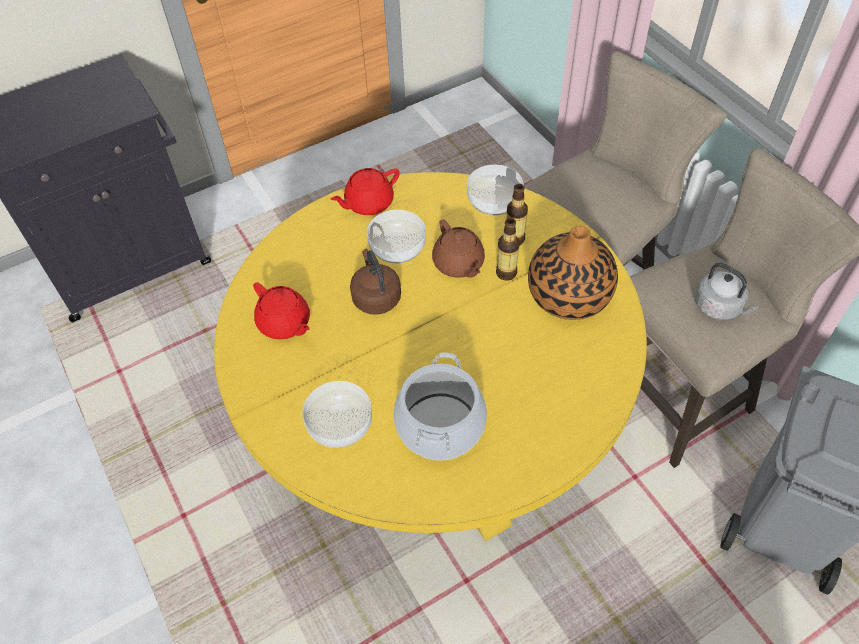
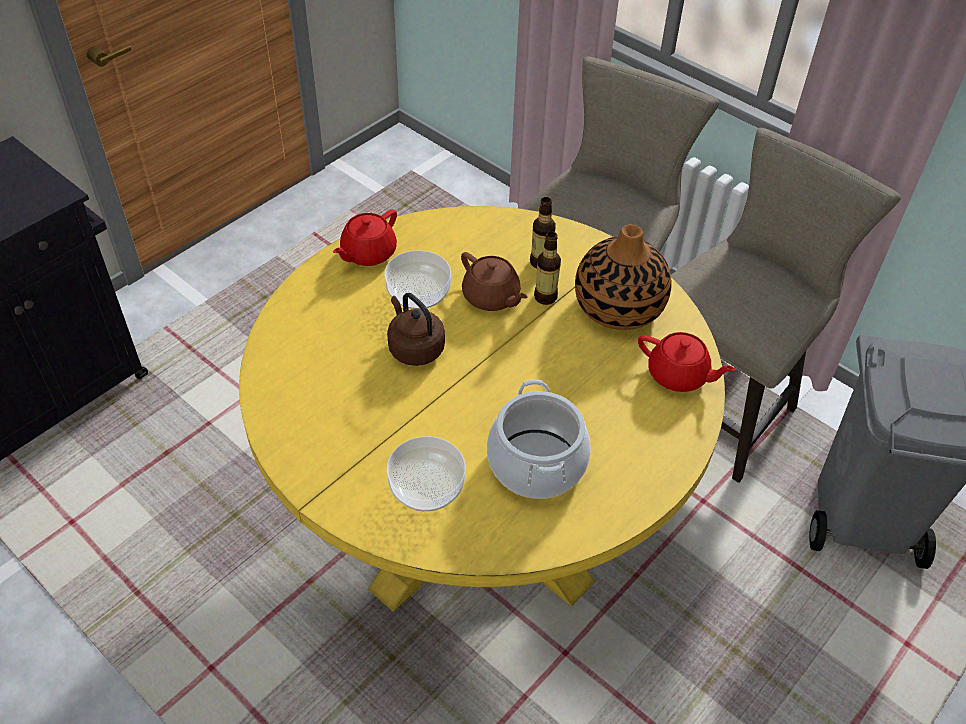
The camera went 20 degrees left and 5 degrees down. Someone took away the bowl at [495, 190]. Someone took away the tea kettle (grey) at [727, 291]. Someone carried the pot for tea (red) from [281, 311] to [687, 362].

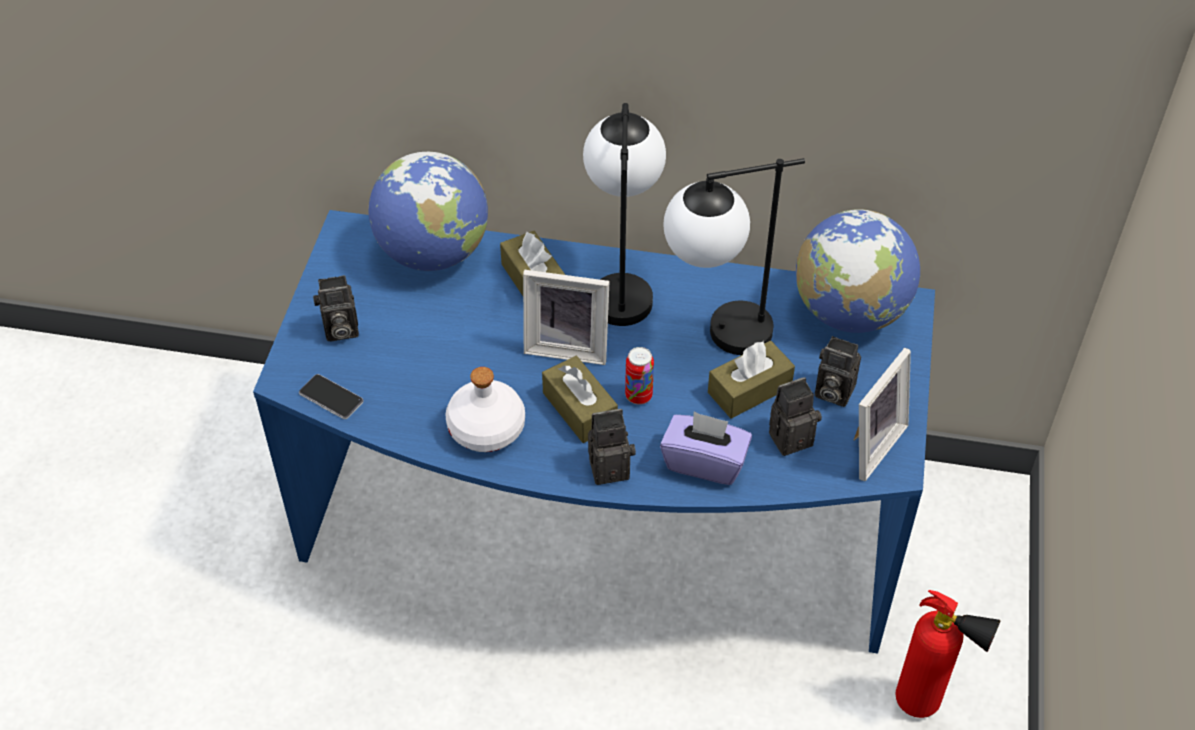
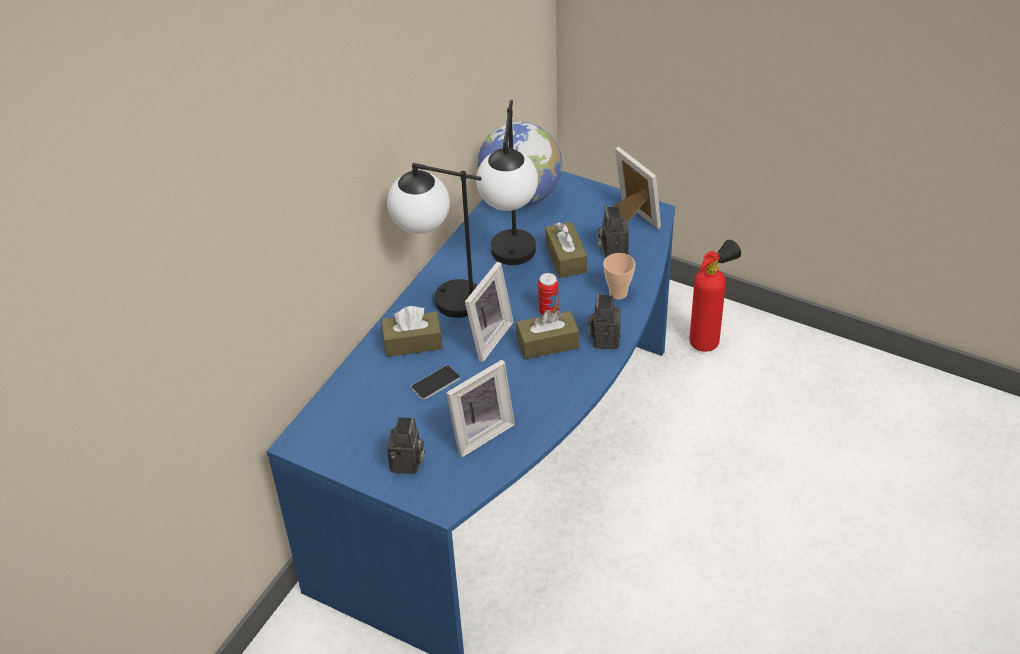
The camera went 70 degrees left and 5 degrees down. Someone took away the globe at [428, 211]. Someone took away the bottle (white) at [485, 409]. Someone took away the photo camera at [838, 371]. Someone put down the standing frame at [480, 408]. Someone carried the phone from [331, 396] to [436, 382]. Someone swapped the tissue holder (purple-coloured) at [706, 448] for the small cup at [619, 276].

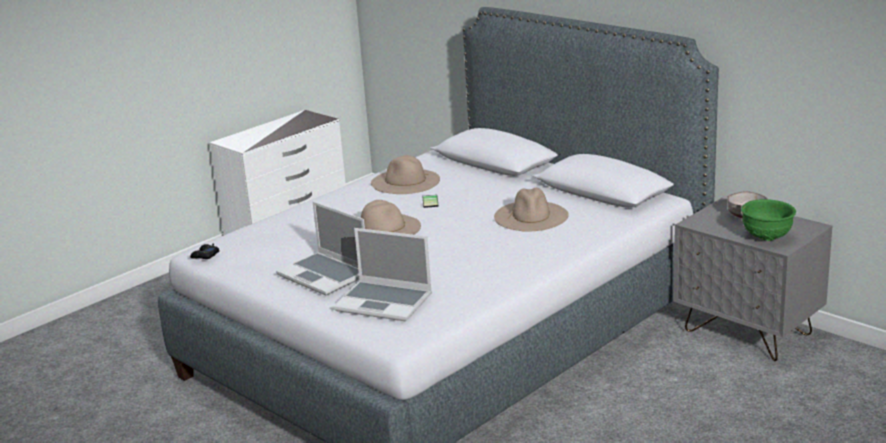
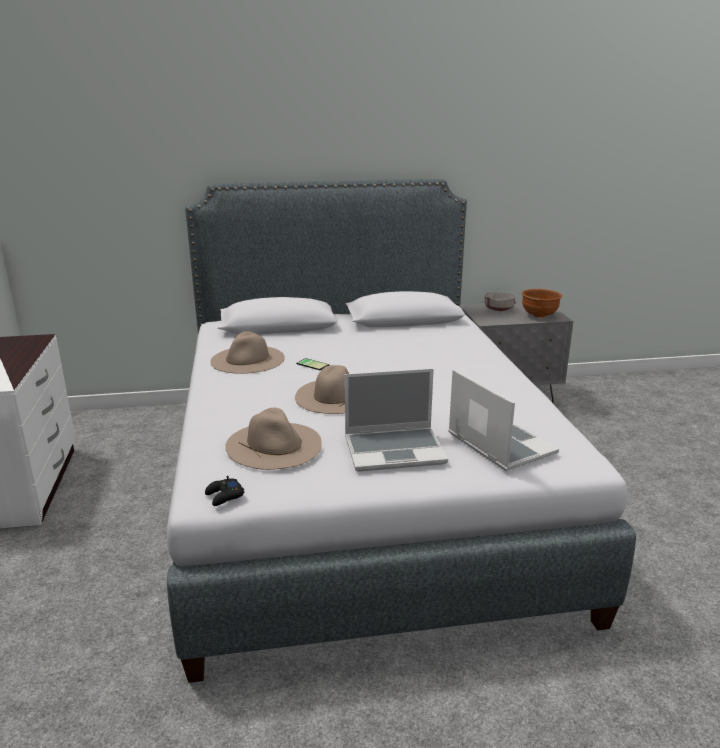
The camera went 55 degrees left and 0 degrees up. Someone carried the clothing hat (sand-coloured) from [531, 210] to [273, 439]. Someone repainted the bowl (greenish) at [768, 220], which became the bowl (brown-coloured) at [542, 303]. Someone rotated the notebook computer at [382, 274] by 90 degrees counterclockwise.

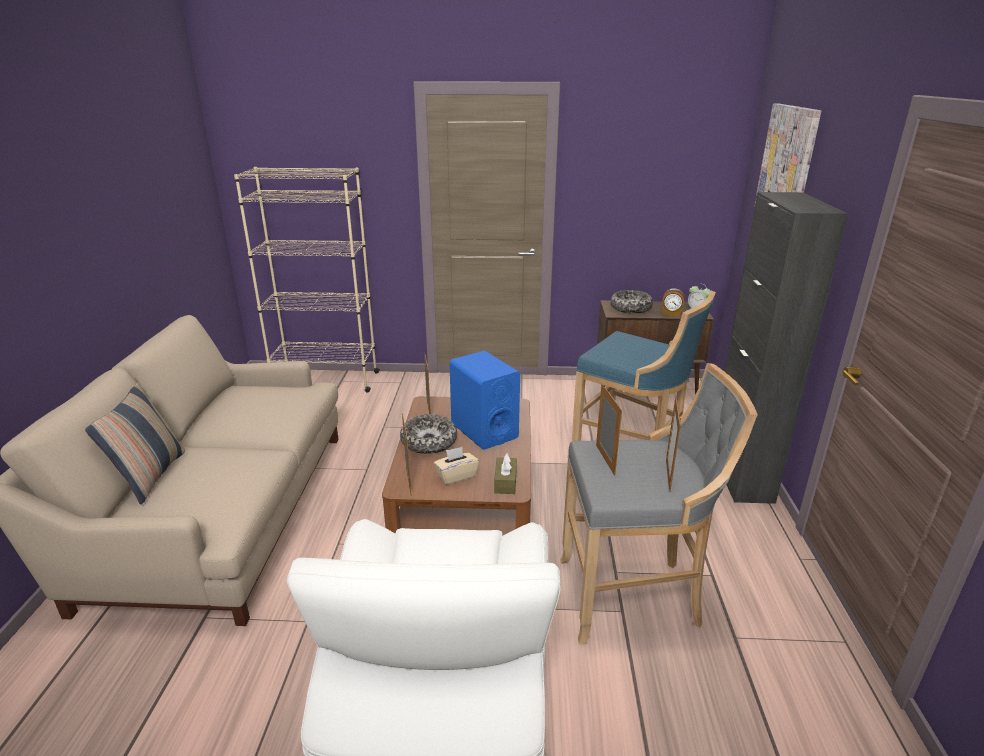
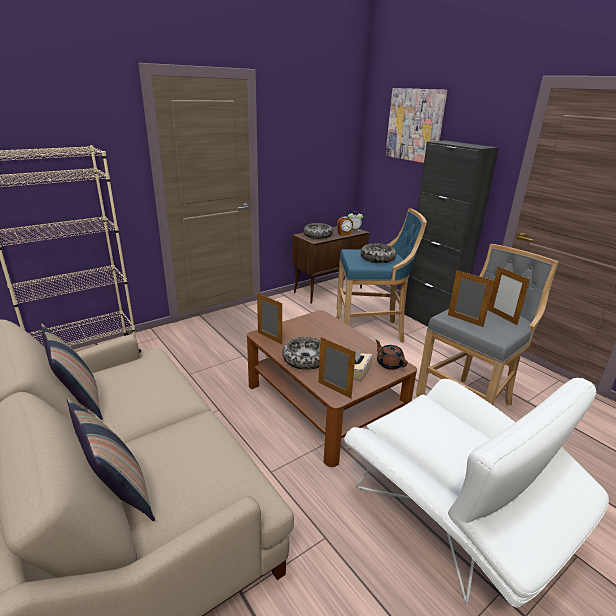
The camera went 40 degrees left and 0 degrees up. Someone took away the speaker (blue-coloured) at [484, 400]. Someone put down the pillow at [72, 372]. Someone put down the bowl at [378, 253]. Someone swapped the tissue holder (brown-coloured) at [505, 473] for the pot for tea (brown-coloured) at [391, 355].

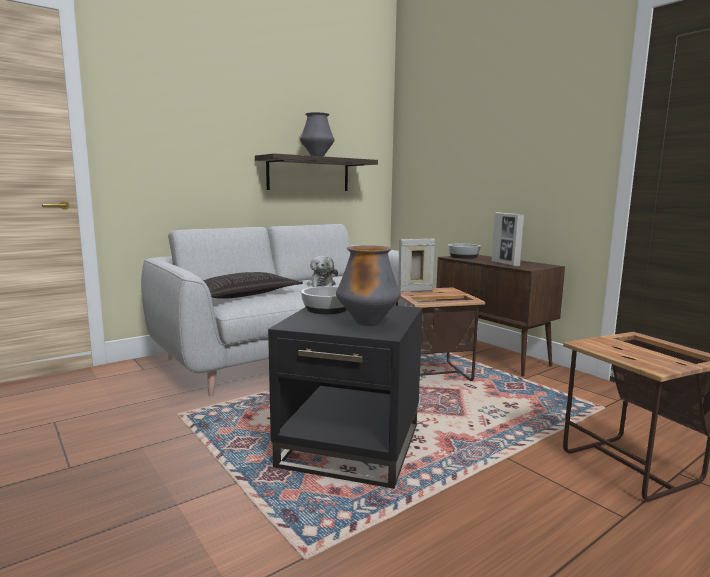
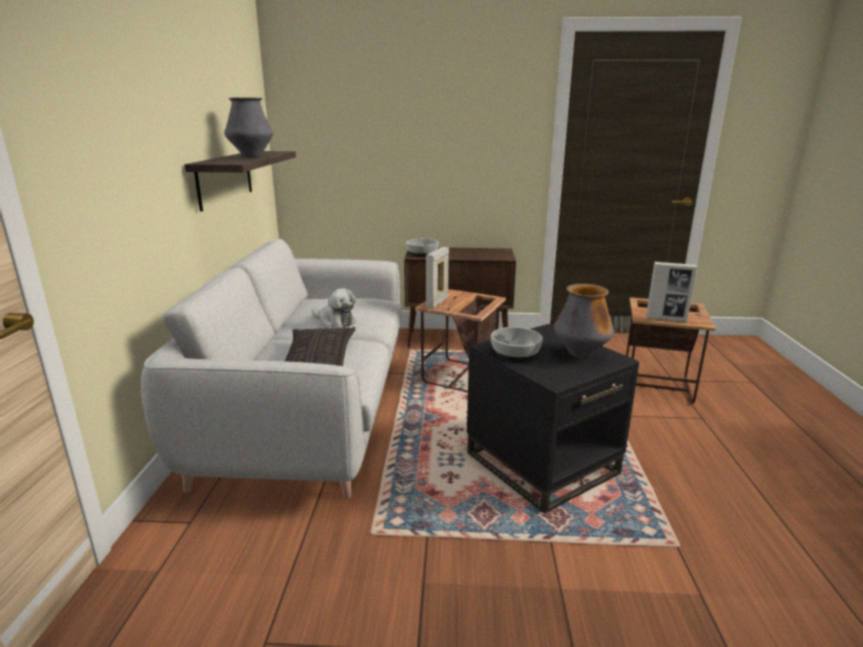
The camera went 50 degrees left and 10 degrees up. Someone carried the standing frame from [508, 239] to [672, 292].

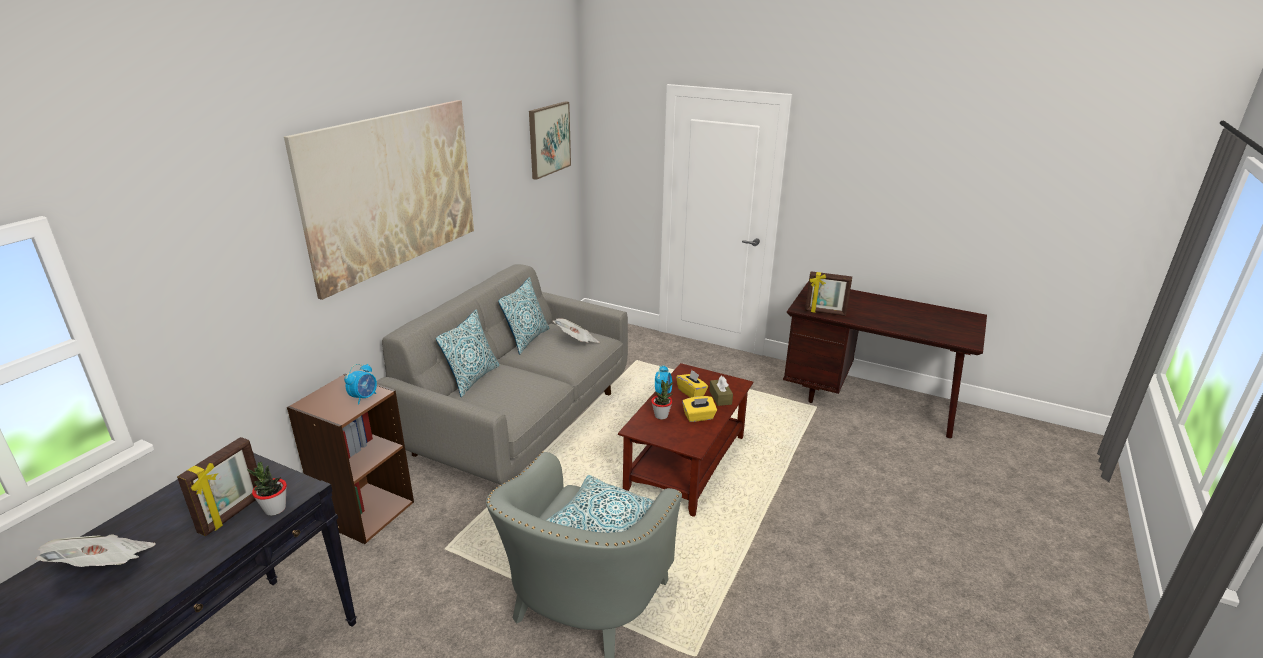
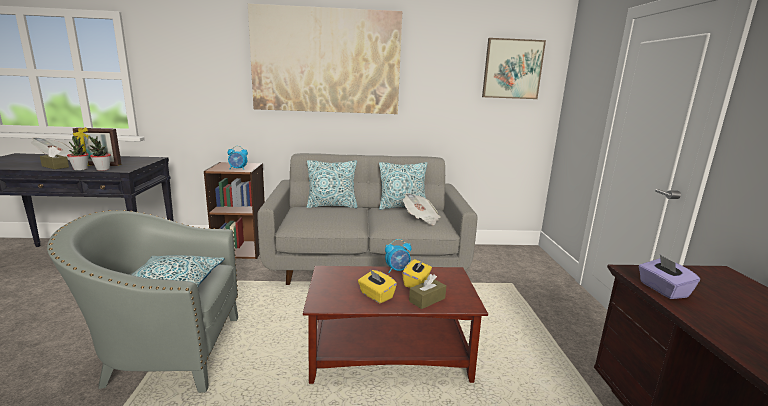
The camera went 60 degrees right and 10 degrees down. Someone put down the tissue holder (brown-coloured) at [54, 158]. Someone carried the plant in a pot from [662, 399] to [78, 153]. Someone swapped the standing frame at [828, 293] for the tissue holder (purple-coloured) at [669, 277].

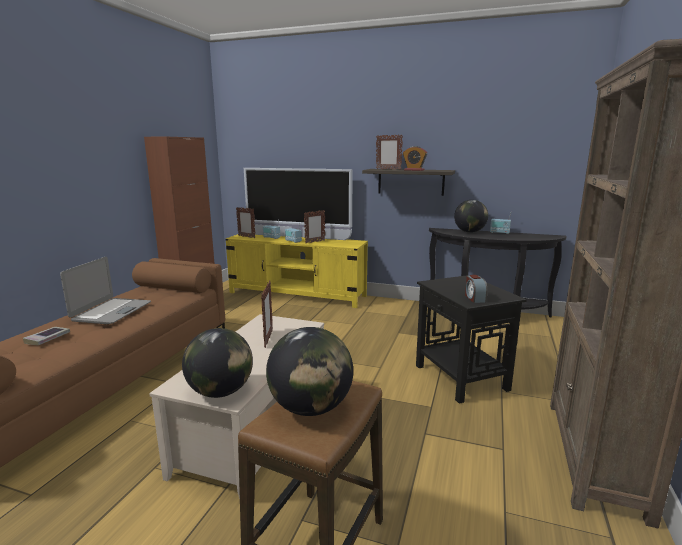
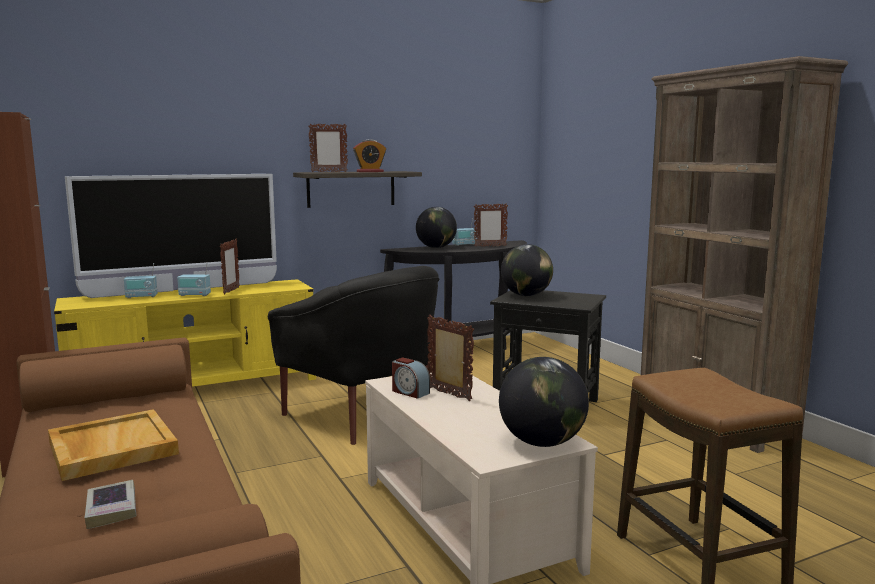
The camera went 45 degrees left and 5 degrees down. Someone put down the easy chair (black) at [353, 355]. Someone carried the standing frame from [245, 222] to [491, 225]. Someone carried the globe from [309, 371] to [527, 270]. Someone carried the alarm clock from [476, 289] to [411, 378]. Someone swapped the notebook computer at [105, 290] for the tray (sand-coloured) at [113, 445].

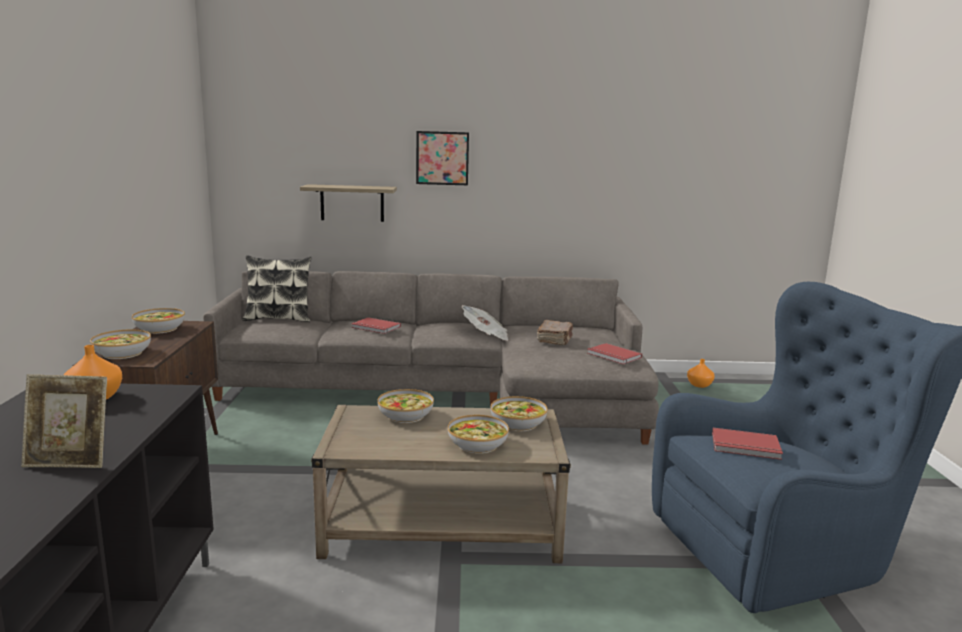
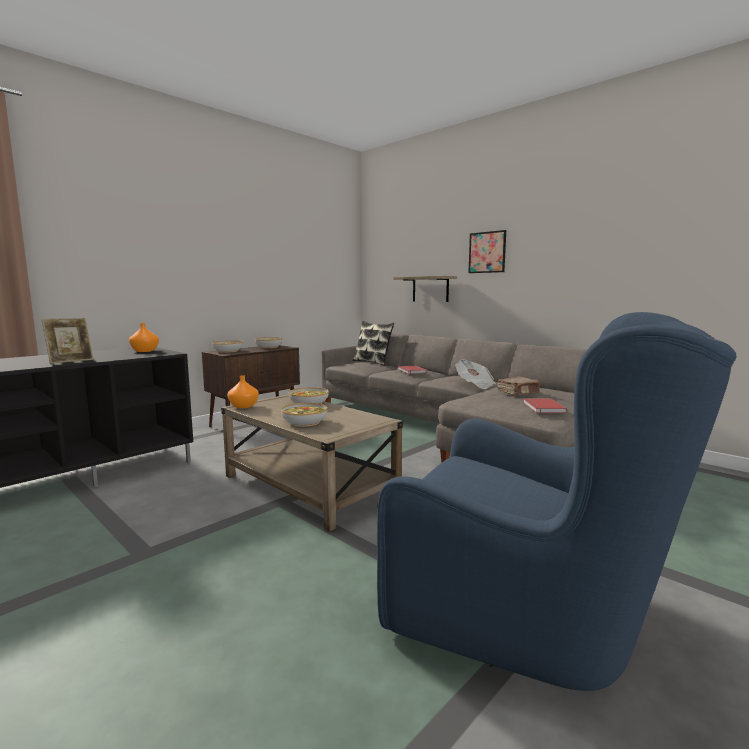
The camera went 45 degrees right and 5 degrees down. Someone took away the bowl at [519, 414]. Someone took away the volume (red) at [747, 444]. Someone carried the decorative vase (orangey) from [701, 373] to [243, 391]. Someone rotated the standing frame at [64, 421] by 90 degrees counterclockwise.

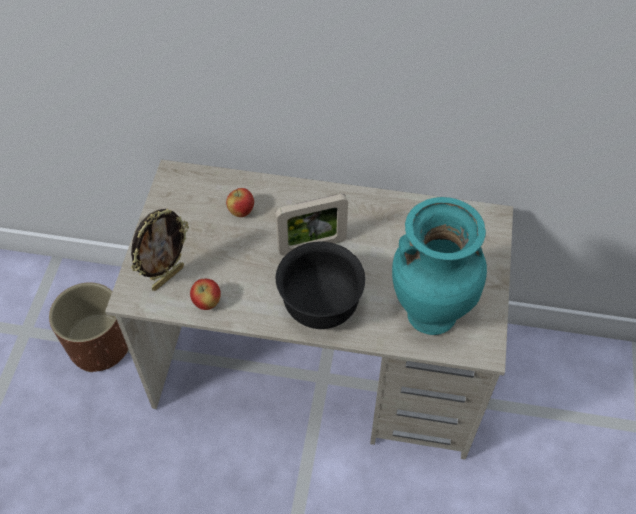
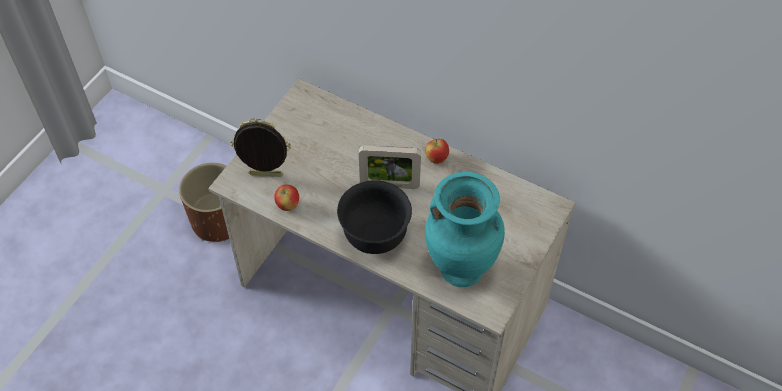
The camera went 20 degrees right and 0 degrees up. Someone carried the whole apple from [240, 202] to [437, 151]. Someone rotated the standing frame at [160, 250] by 150 degrees counterclockwise.

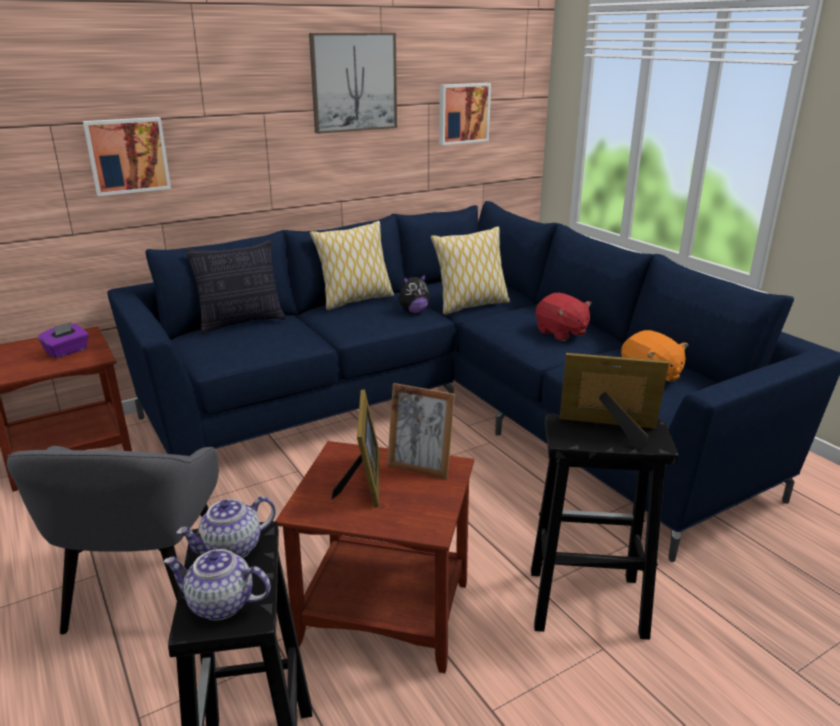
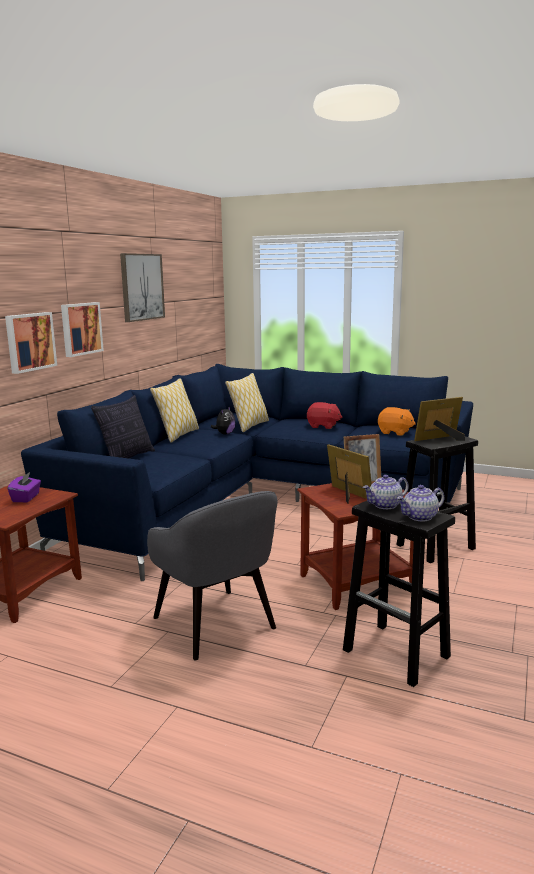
The camera went 35 degrees left and 10 degrees down. Someone carried the wall art from [465, 114] to [82, 329]. Someone rotated the pot for tea at [226, 527] by 45 degrees clockwise.

